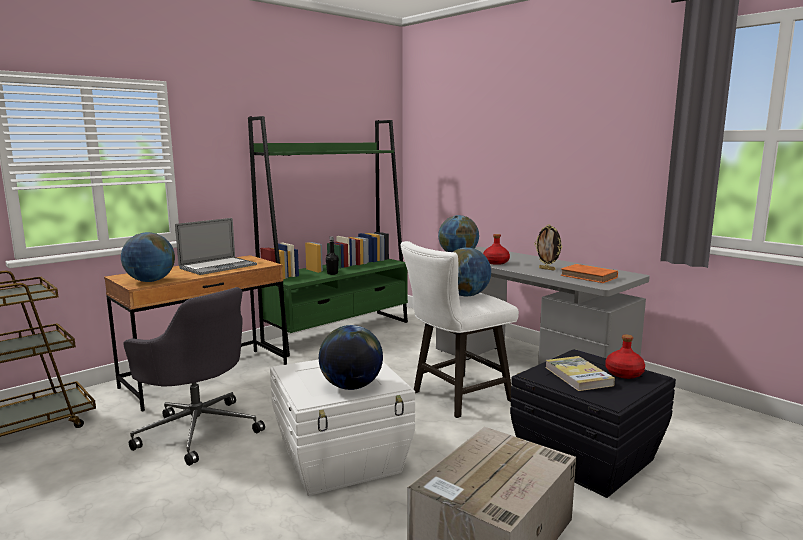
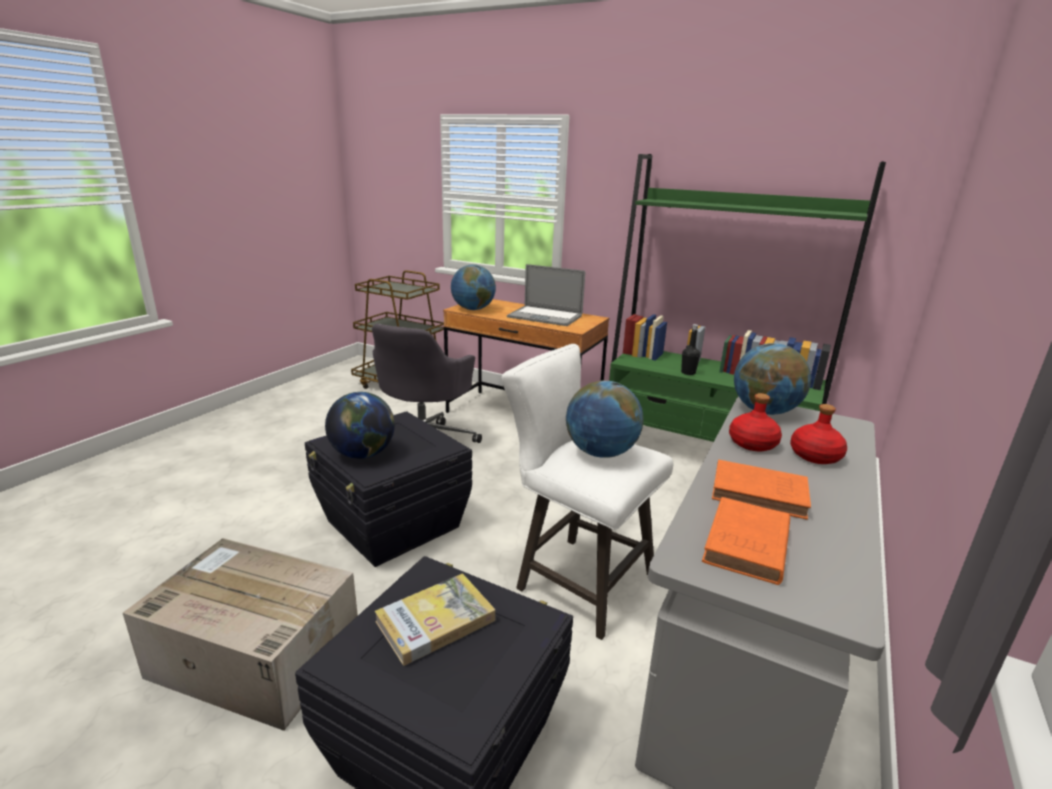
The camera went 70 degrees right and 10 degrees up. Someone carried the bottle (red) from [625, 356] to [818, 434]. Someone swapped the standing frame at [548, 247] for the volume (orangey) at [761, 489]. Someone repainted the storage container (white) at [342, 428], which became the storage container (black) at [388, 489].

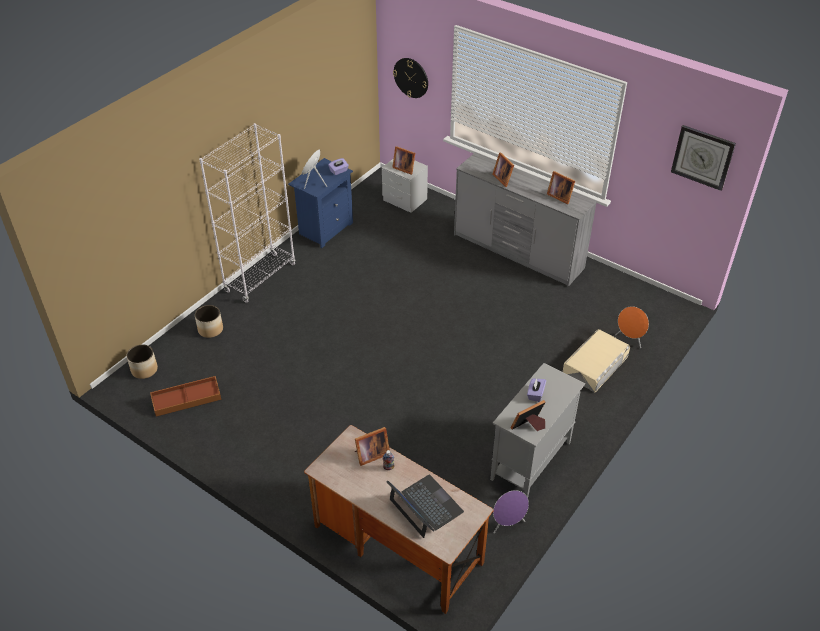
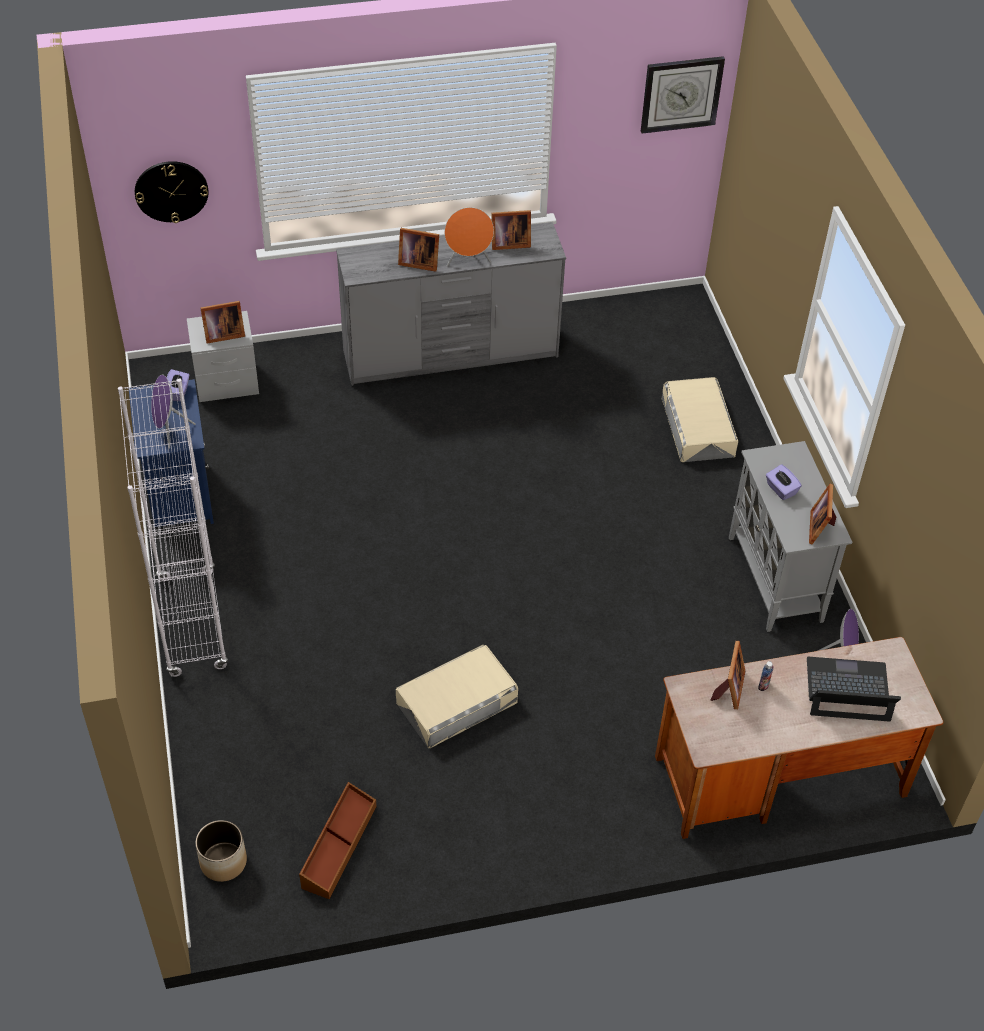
The camera went 50 degrees left and 5 degrees up. Someone took away the planter at [209, 321]. Someone put down the storage container (sand-coloured) at [457, 696]. Someone carried the speaker (orangey) from [632, 327] to [469, 236].

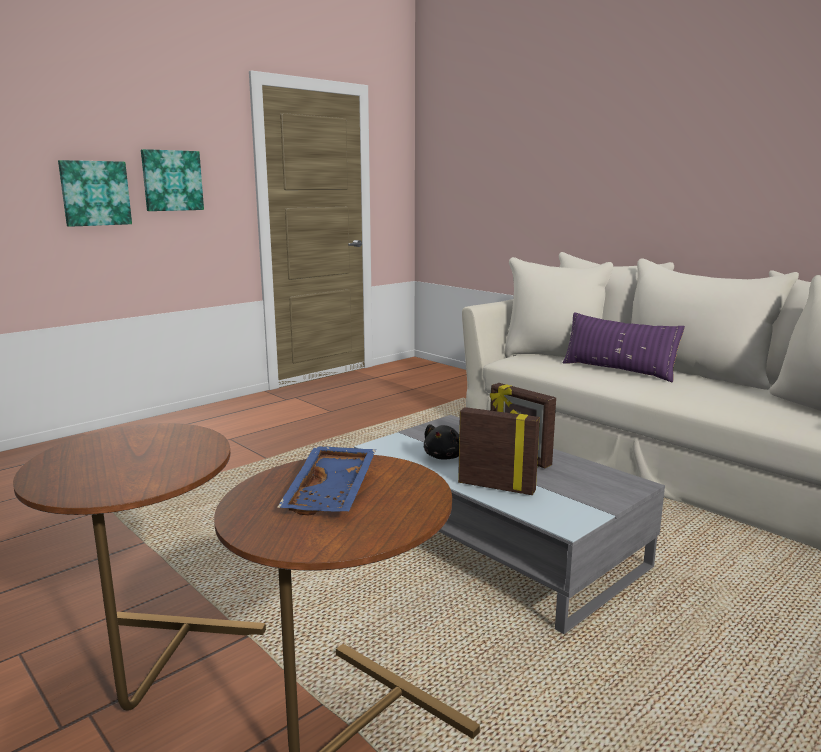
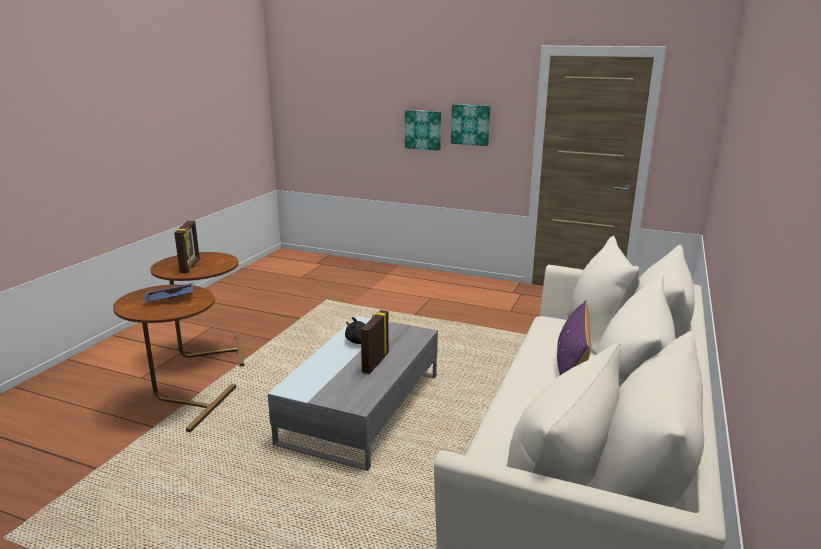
The camera went 65 degrees right and 5 degrees up. Someone carried the standing frame from [499, 451] to [187, 247].

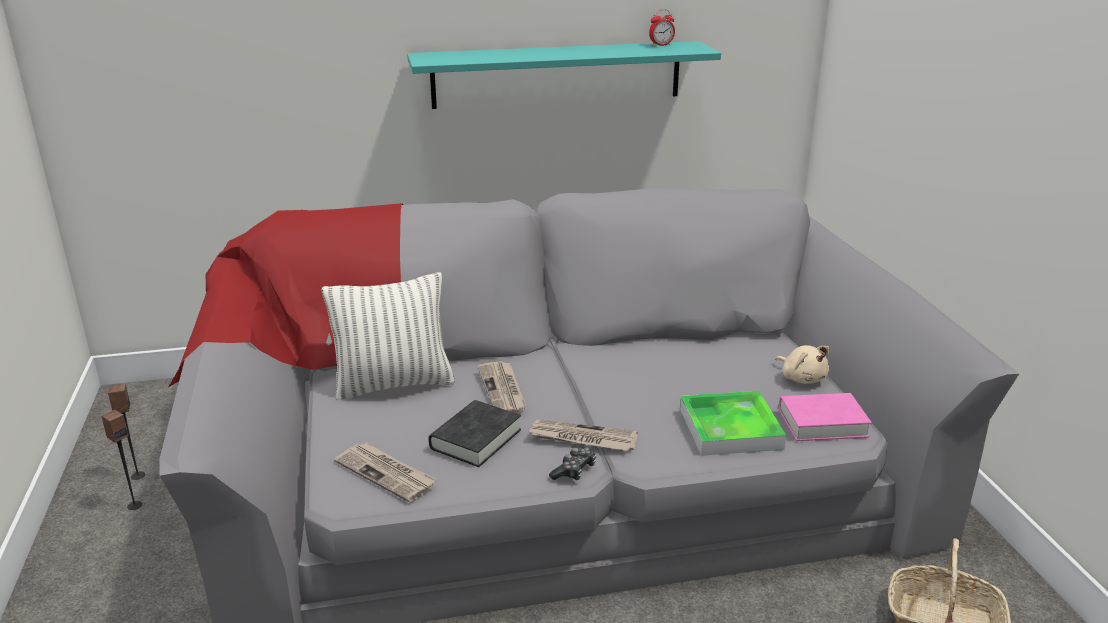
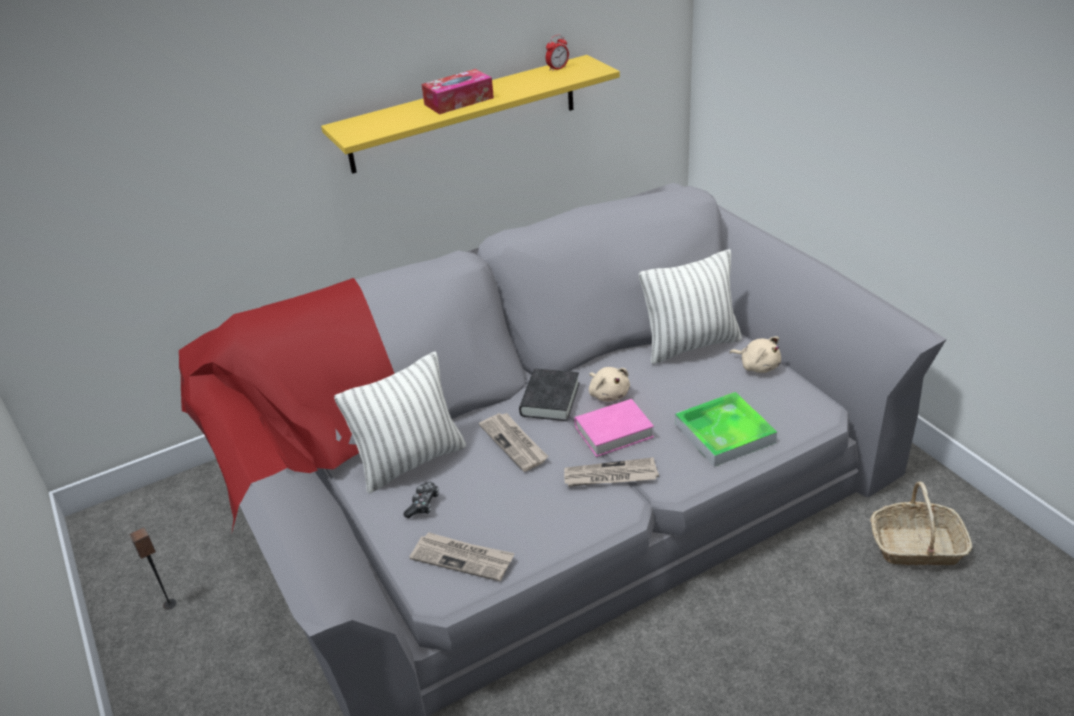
The camera went 15 degrees left and 10 degrees up. Someone took away the speaker at [121, 460]. Someone put down the tissue holder at [457, 91]. Someone put down the plush toy (sand-coloured) at [609, 384]. Someone put down the pillow at [690, 307]. Someone carried the volume (black) from [475, 433] to [549, 395]. Someone carried the game controller from [572, 463] to [421, 500]. Someone carried the volume (pinkish) from [825, 417] to [614, 428]. Someone repainted the shelf (blue-green) at [564, 75], which became the shelf (yellow-coloured) at [470, 114].

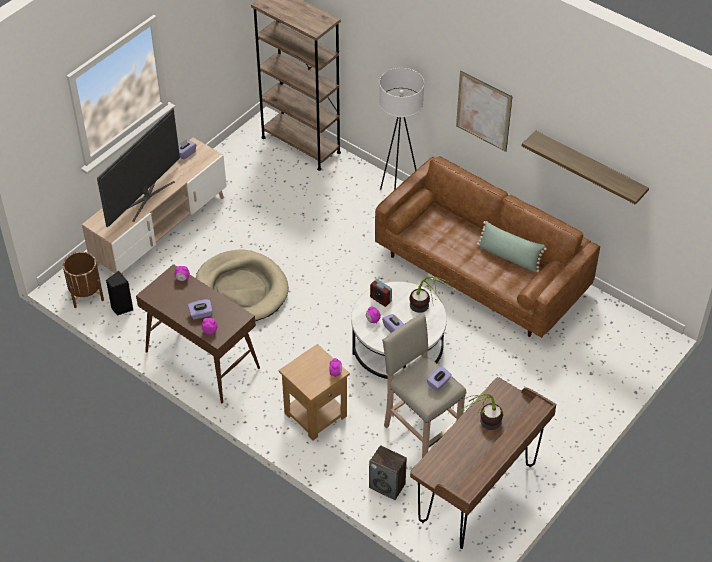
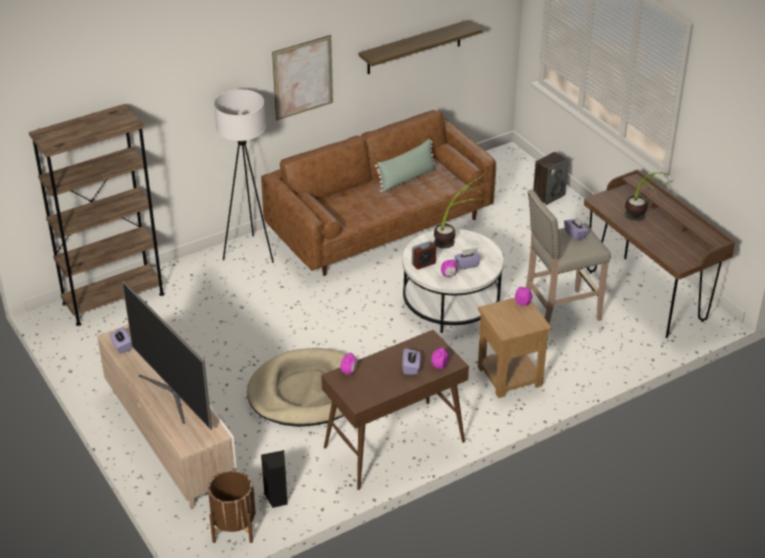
The camera went 70 degrees left and 10 degrees down. Someone carried the speaker from [388, 472] to [551, 178].

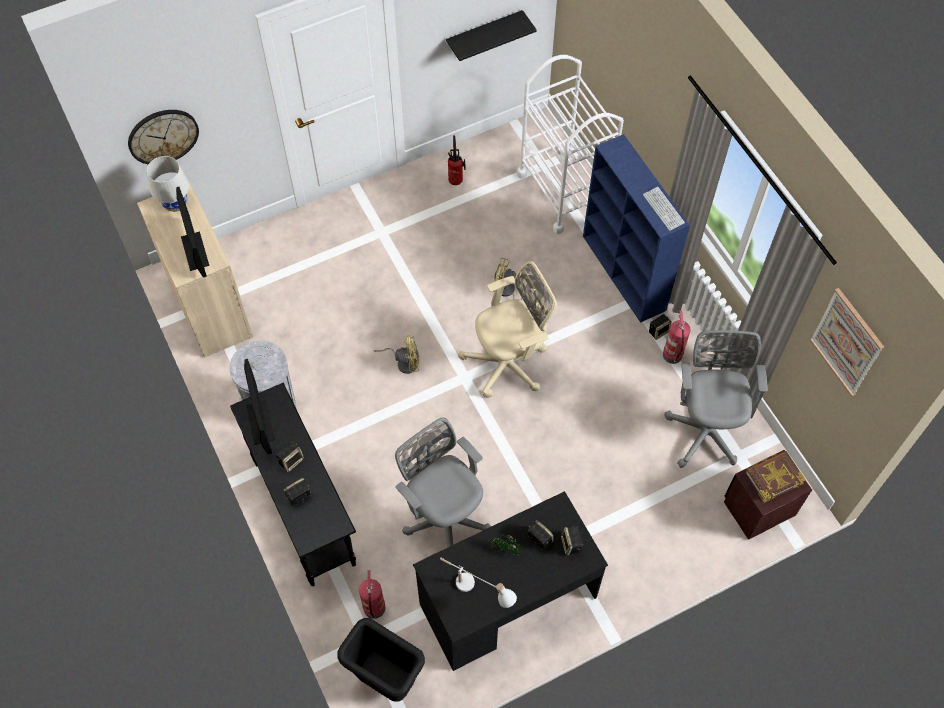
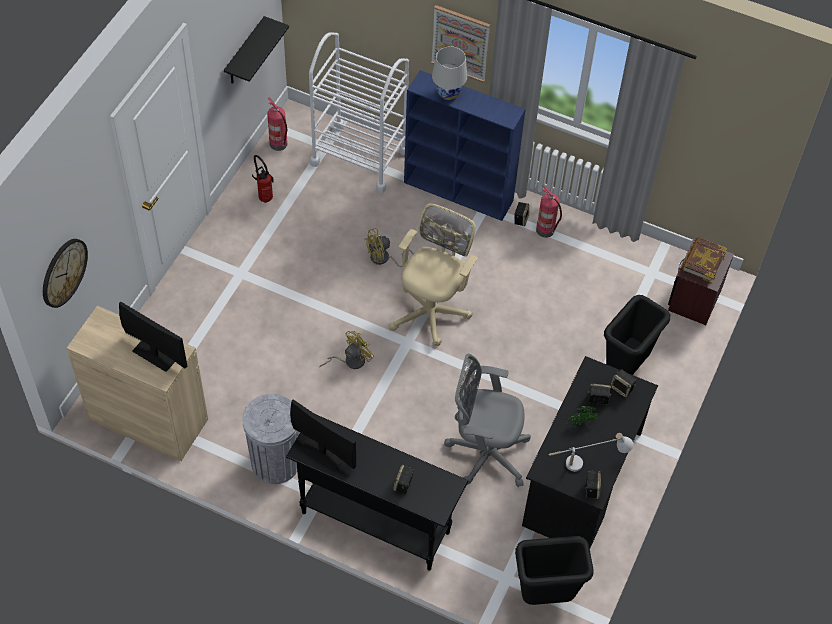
The camera went 40 degrees left and 5 degrees down. Someone took away the PC keyboard at [664, 209]. Someone took away the computer chair (grey) at [716, 399]. Someone put down the rubbish bin (black) at [637, 335]. Someone carried the tabletop lamp (white) from [168, 184] to [449, 73]. Someone carried the speaker from [290, 456] to [593, 485]. Someone carried the fire extinguisher from [372, 594] to [277, 124]. Someone carried the wall art from [847, 342] to [460, 44].

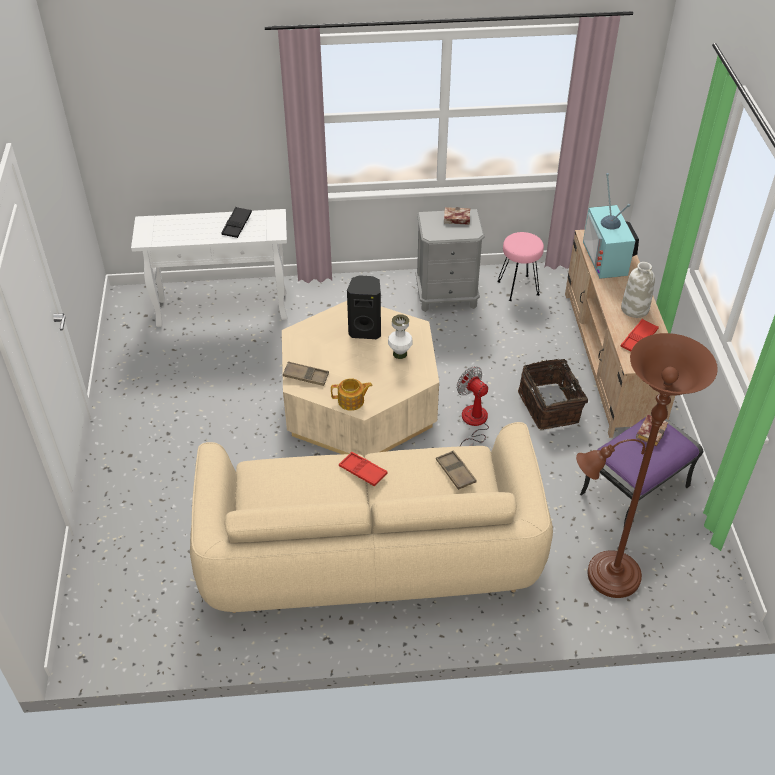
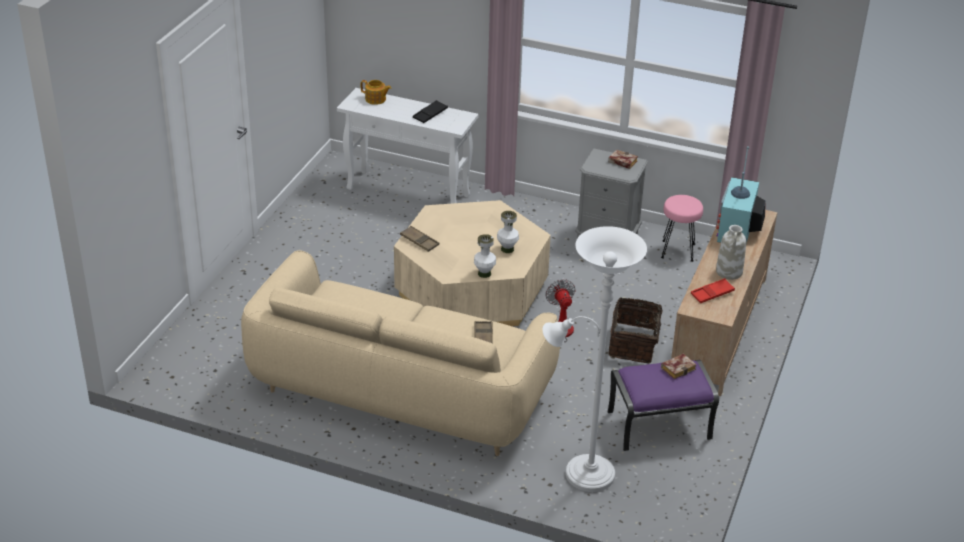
The camera went 25 degrees right and 10 degrees down. Someone took away the tray (red) at [363, 469]. Someone took away the speaker (black) at [364, 307]. Someone put down the decorative vase (white) at [485, 256]. Someone carried the pot for tea from [351, 394] to [376, 92]. Someone repainted the standard lamp (brown-coloured) at [647, 465], which became the standard lamp (white) at [594, 359].

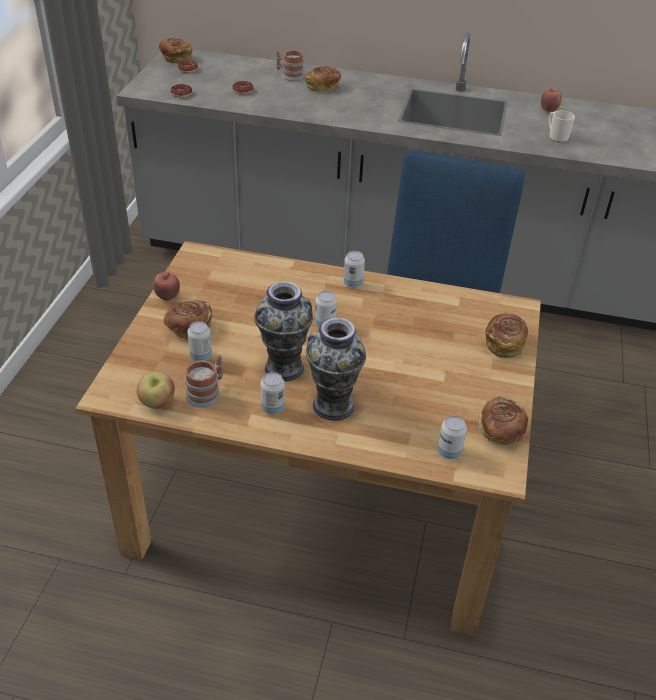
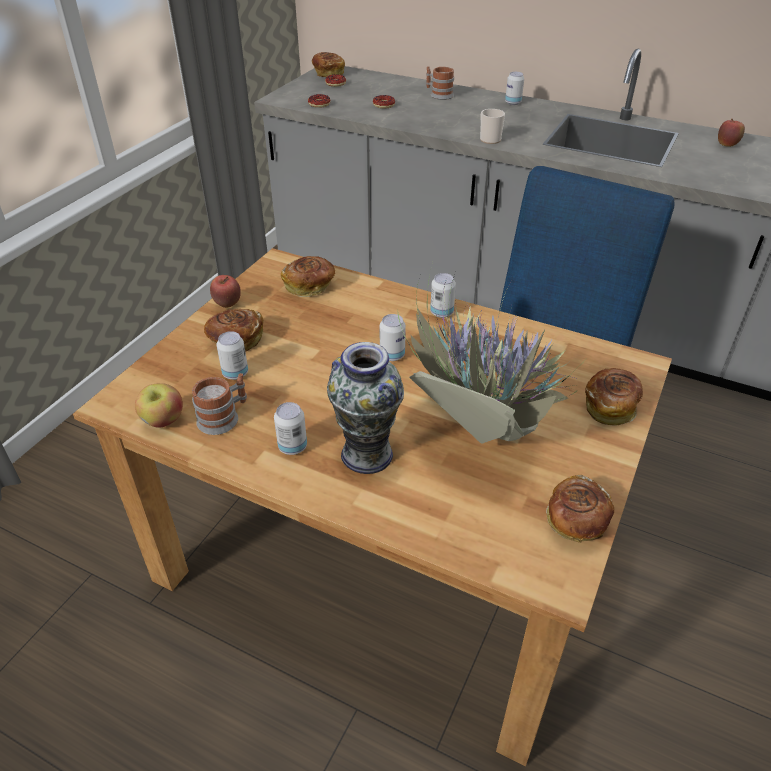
The camera went 15 degrees right and 0 degrees up. Someone took away the decorative vase at [283, 331]. Someone put down the plant in a pot at [494, 357]. Someone carried the bread from [323, 79] to [308, 276]. Someone carried the can from [452, 437] to [514, 88]. Someone carried the coffee mug from [561, 126] to [492, 126].

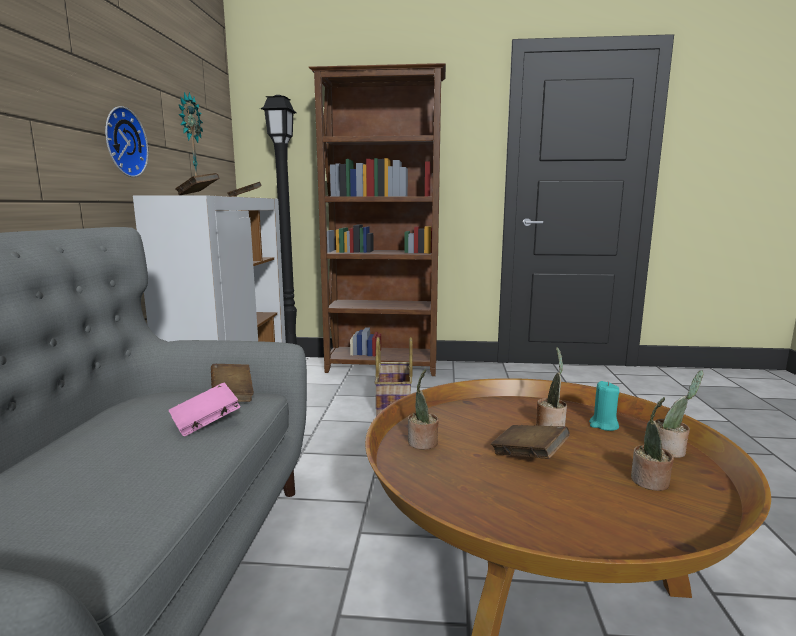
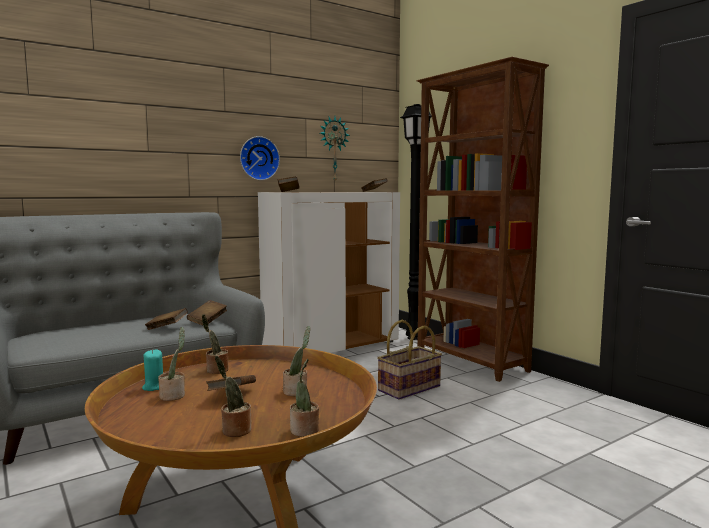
The camera went 50 degrees right and 5 degrees down. Someone put down the plant in a pot at [171, 364]. Someone carried the wax light (blue-green) from [604, 406] to [152, 370]. Someone repainted the volume (pinkish) at [205, 409], which became the volume (brown-coloured) at [166, 319].

